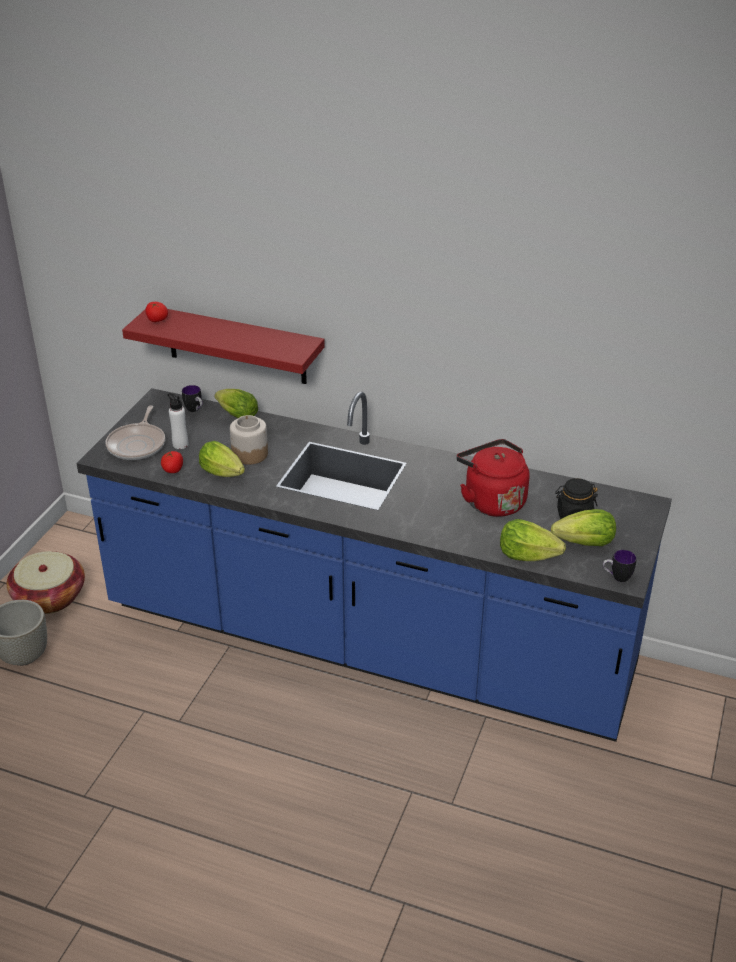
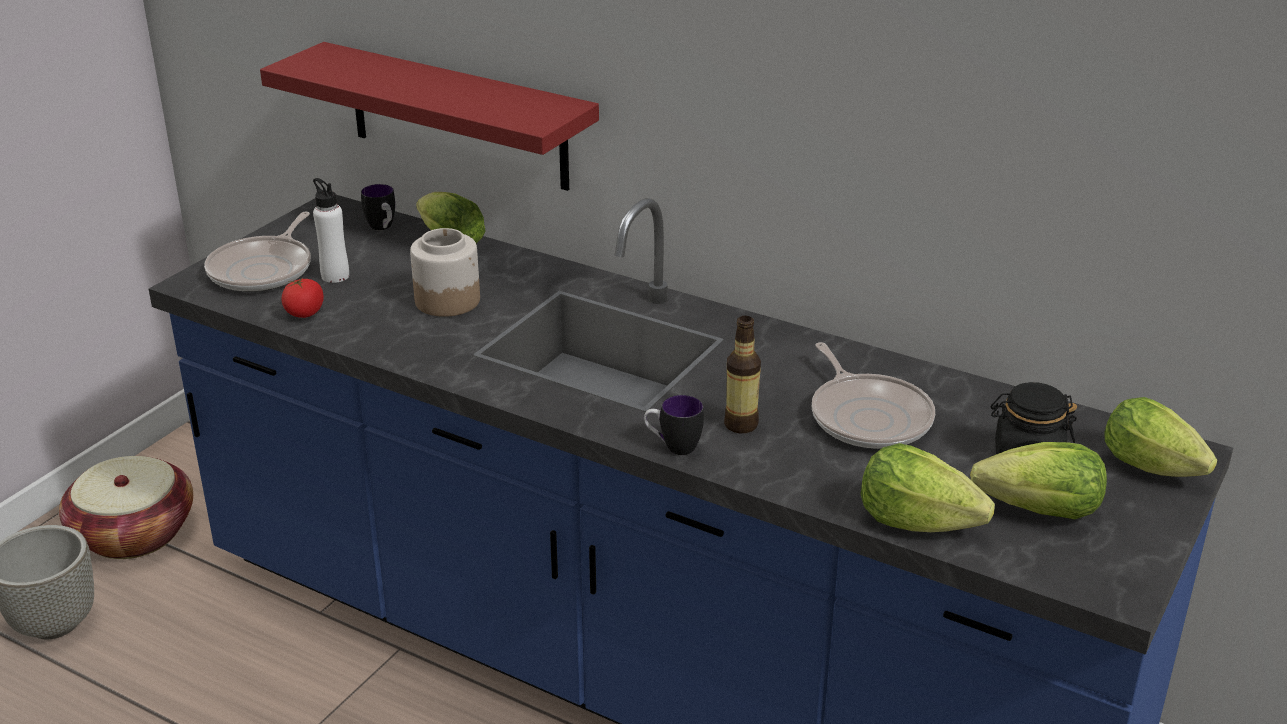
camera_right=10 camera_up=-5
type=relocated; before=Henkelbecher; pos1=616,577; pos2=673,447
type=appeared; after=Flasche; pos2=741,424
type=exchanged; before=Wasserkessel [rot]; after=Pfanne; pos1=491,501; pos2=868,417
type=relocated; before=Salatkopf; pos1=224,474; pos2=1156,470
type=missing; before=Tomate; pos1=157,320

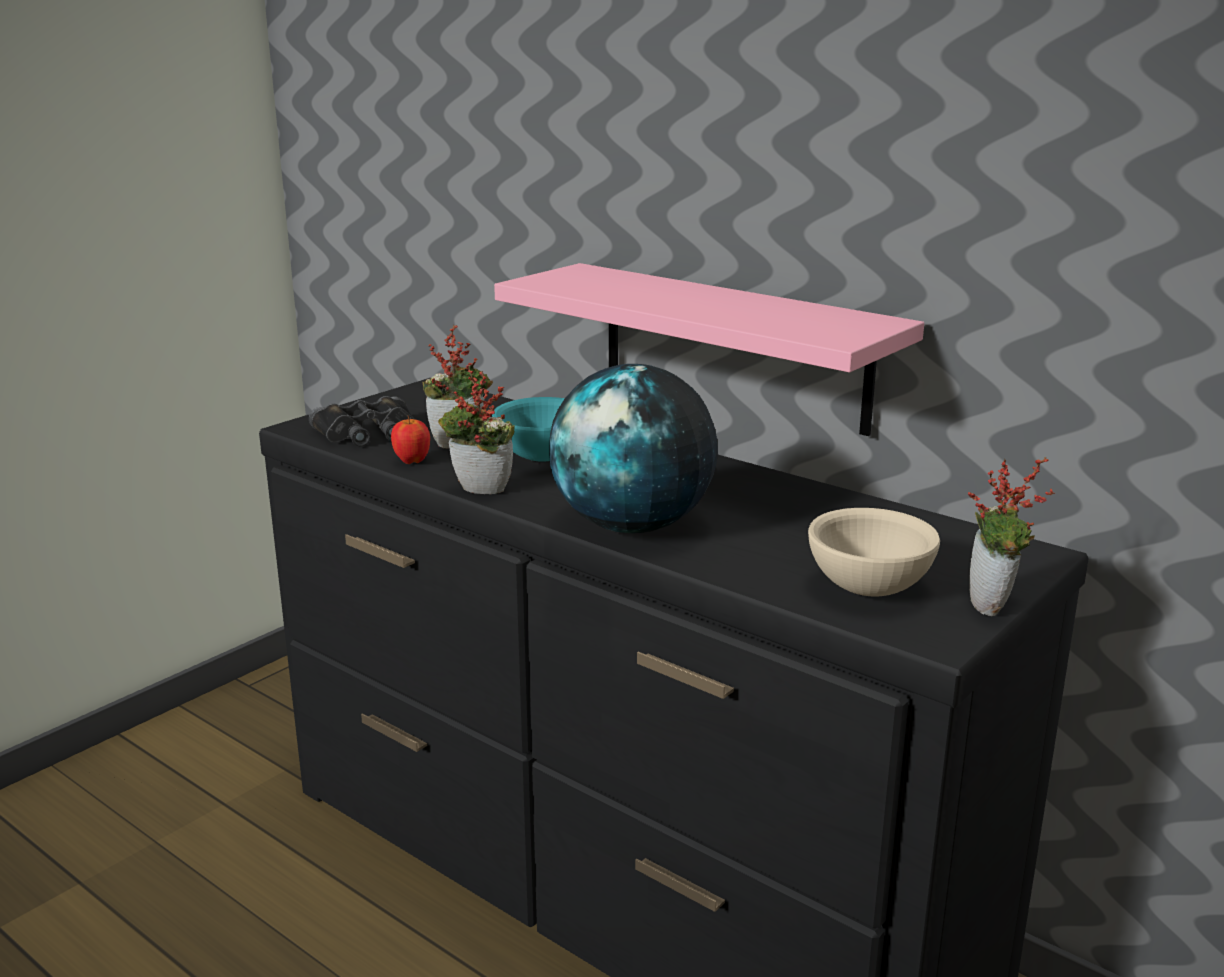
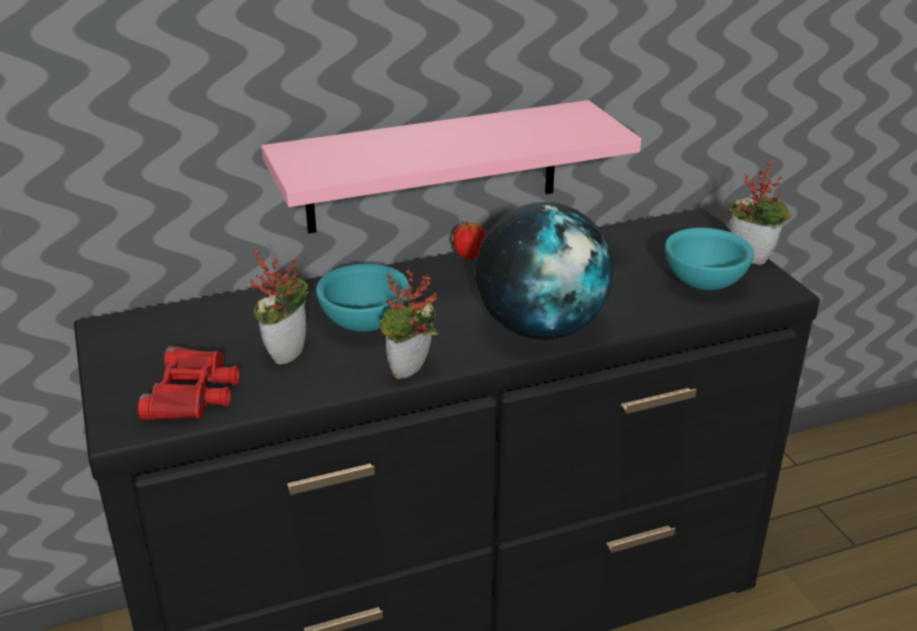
camera_right=-60 camera_up=10
type=colour; before=Fernglas [schwarz]; after=Fernglas [rot]; pos1=367,433; pos2=194,393
type=relocated; before=Apfel; pos1=412,461; pos2=469,256
type=colour; before=Schüssel [beige]; after=Schüssel [türkis]; pos1=870,587; pos2=703,283

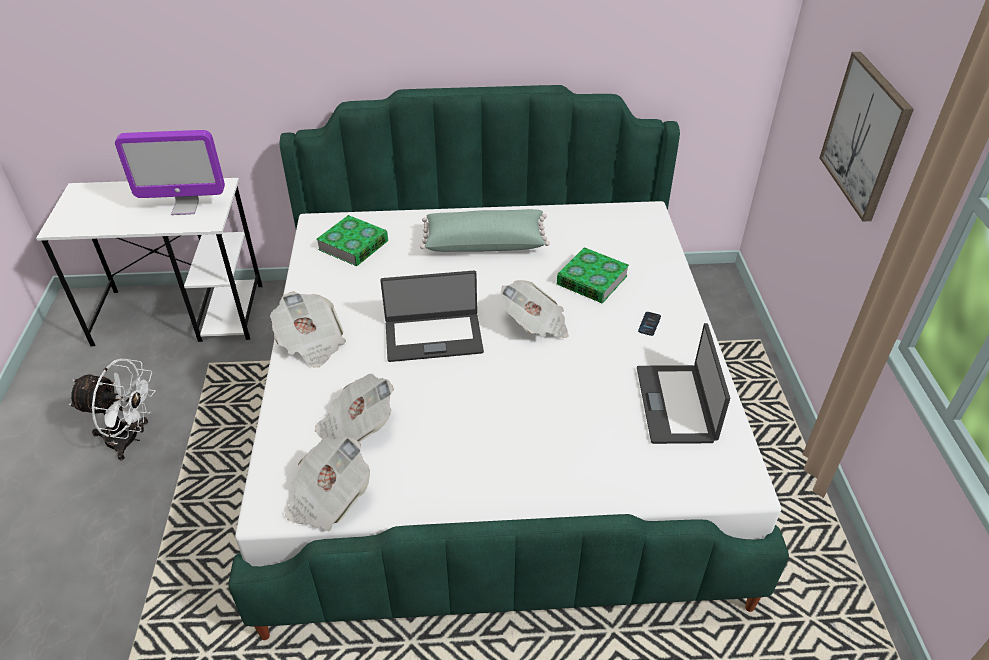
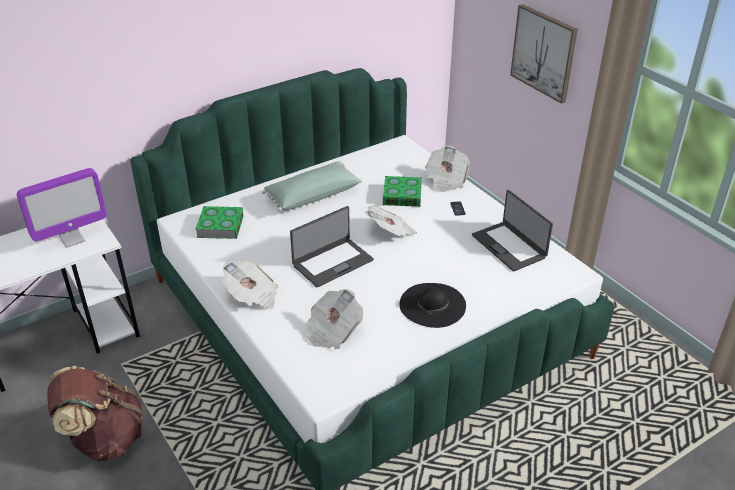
camera_right=-30 camera_up=-5
type=exchanged; before=Ventilator [weiß]; after=Rucksack [braun]; pos1=130,439; pos2=104,439
type=appeared; after=Hut [schwarz]; pos2=432,305
type=relocated; before=Zeitung; pos1=328,498; pos2=446,180

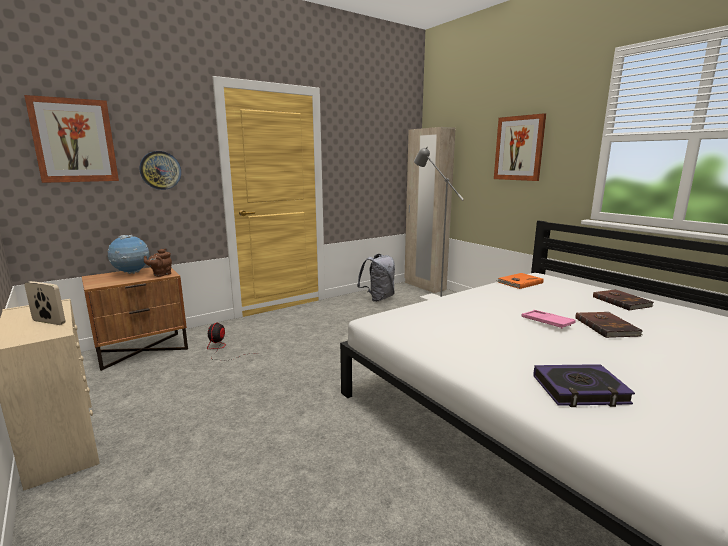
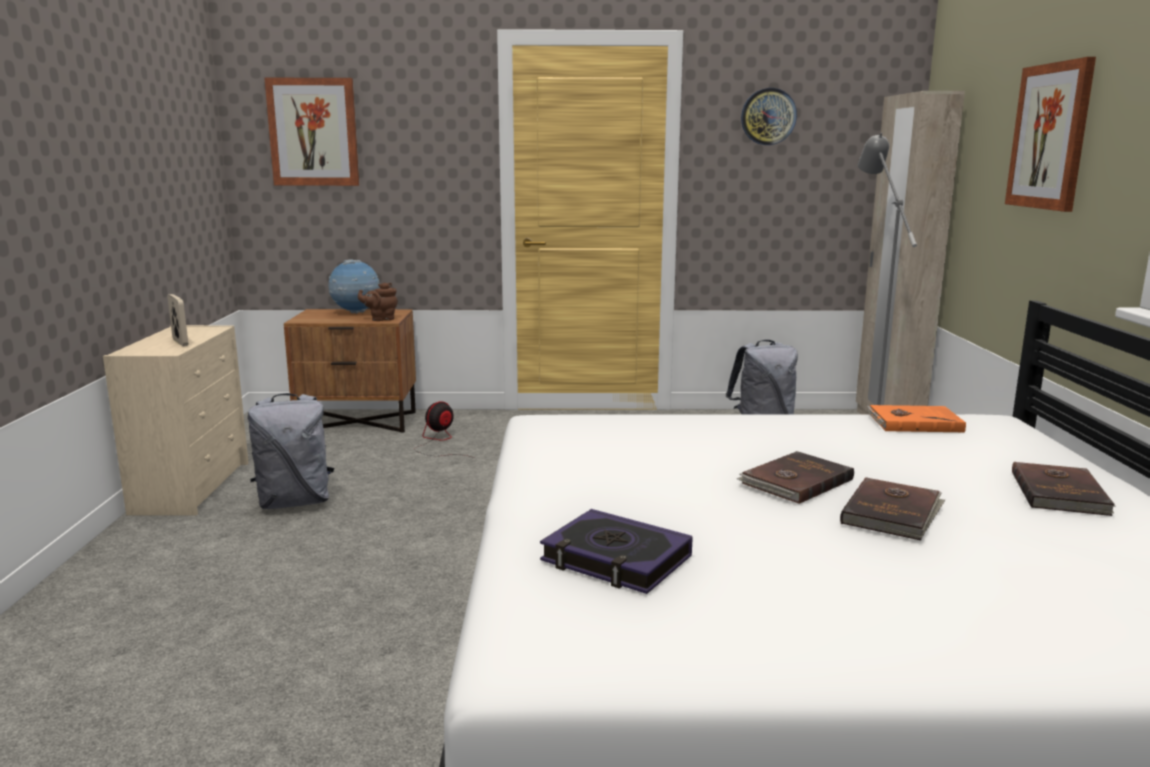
camera_right=35 camera_up=0
type=appeared; after=Rucksack [grau]; pos2=295,502
type=exchanged; before=Tablett [rosa]; after=Buch [braun]; pos1=547,322; pos2=795,481
type=relocated; before=Wanduhr; pos1=160,170; pos2=768,116

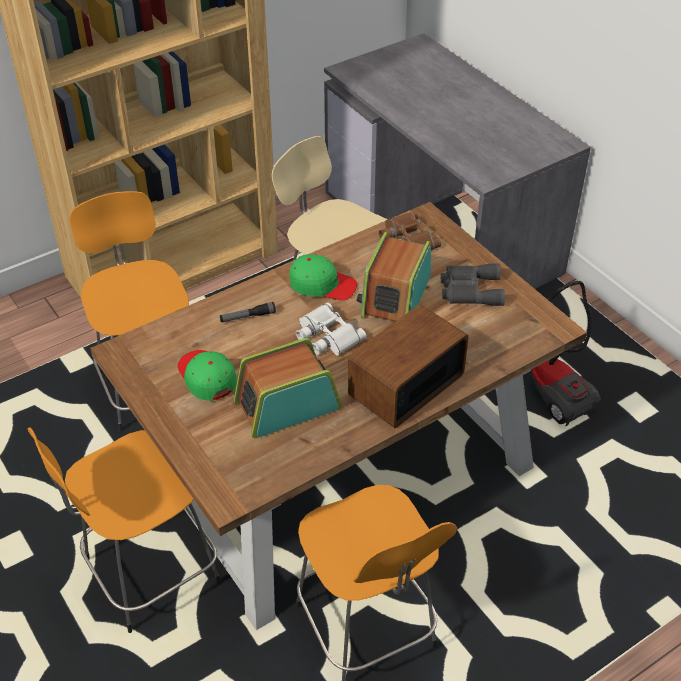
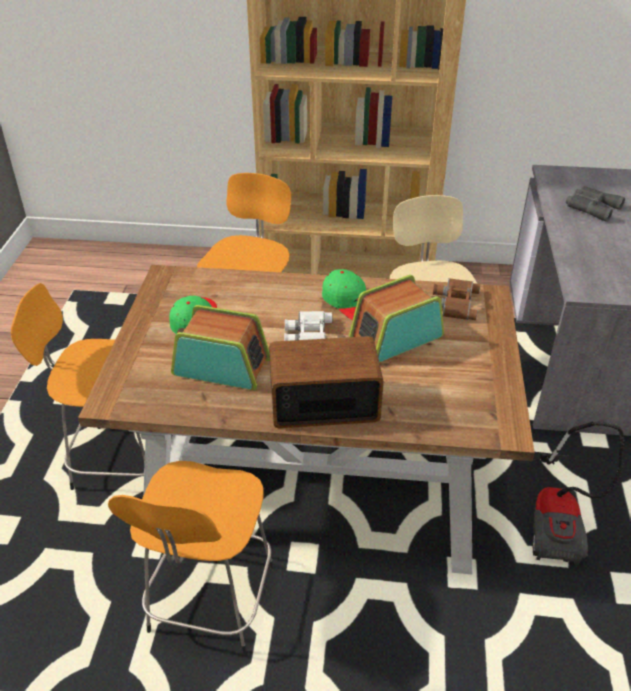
camera_right=40 camera_up=-5
type=relocated; before=Fernglas [grau]; pos1=469,290; pos2=591,207
type=missing; before=Taschenlampe; pos1=247,317

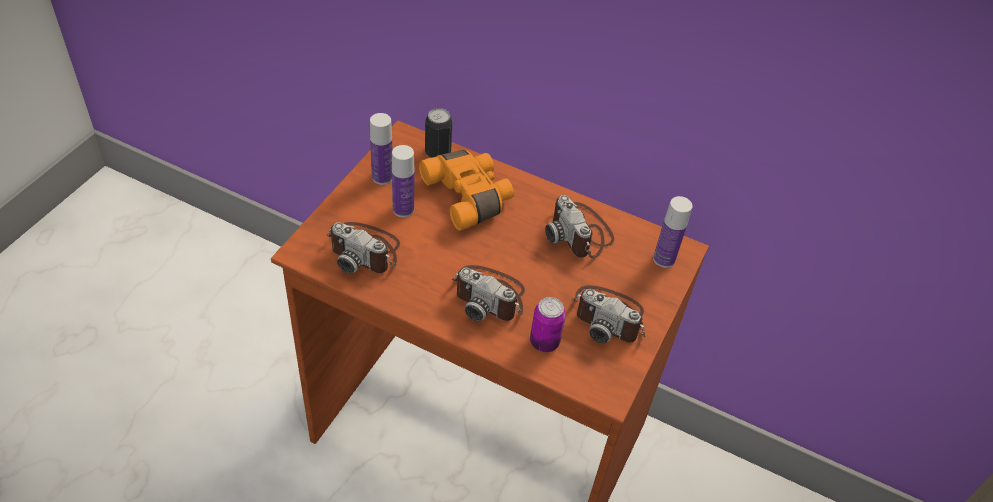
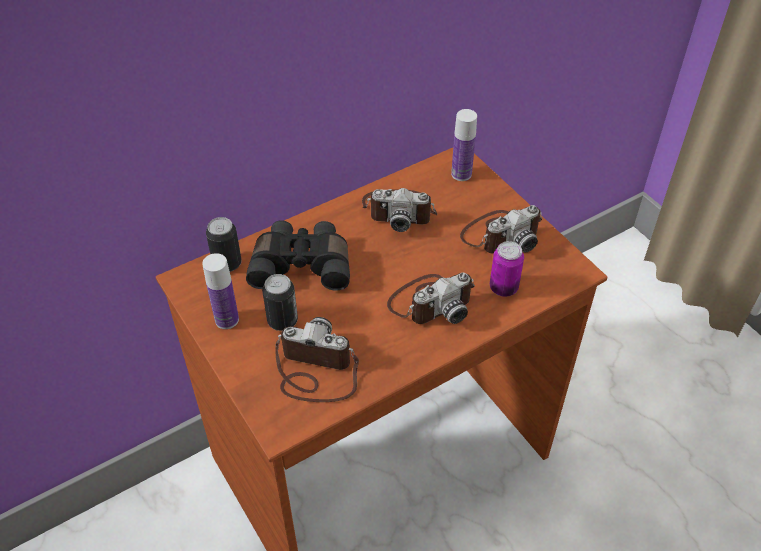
camera_right=-55 camera_up=0
type=colour; before=Fernglas [orange]; after=Fernglas [schwarz]; pos1=469,196; pos2=302,264
type=exchanged; before=Flasche; after=Dose; pos1=403,209; pos2=282,321
type=spun; before=Kamera; pos1=365,250; pos2=315,372; turn=-135

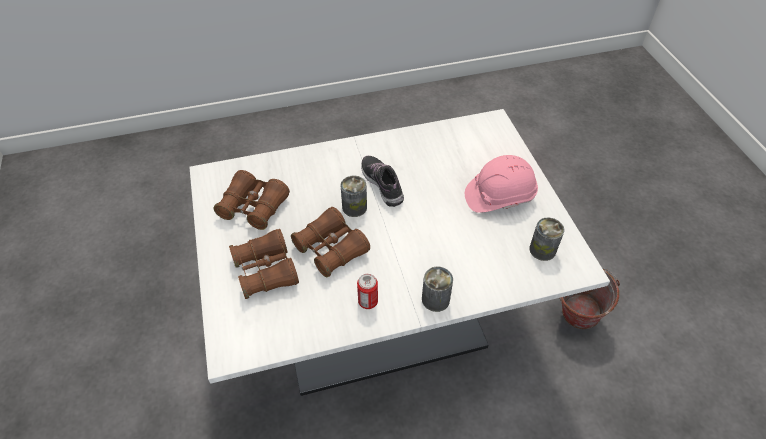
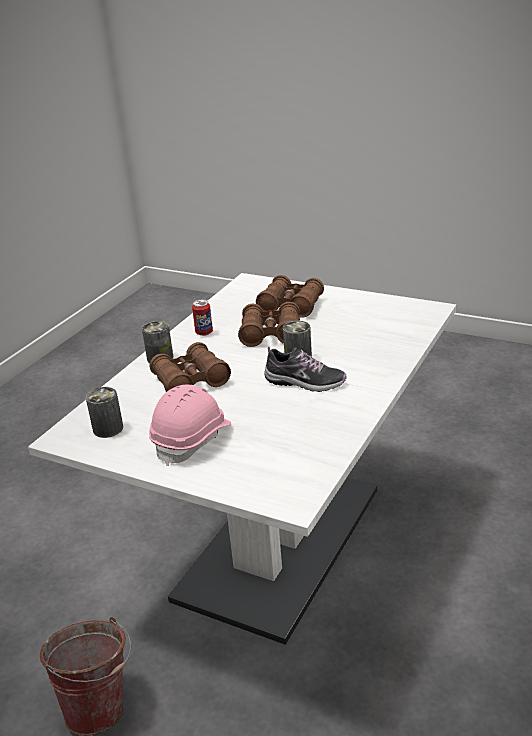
camera_right=135 camera_up=-20
type=relocated; before=Fernglas [braun]; pos1=253,207; pos2=190,381

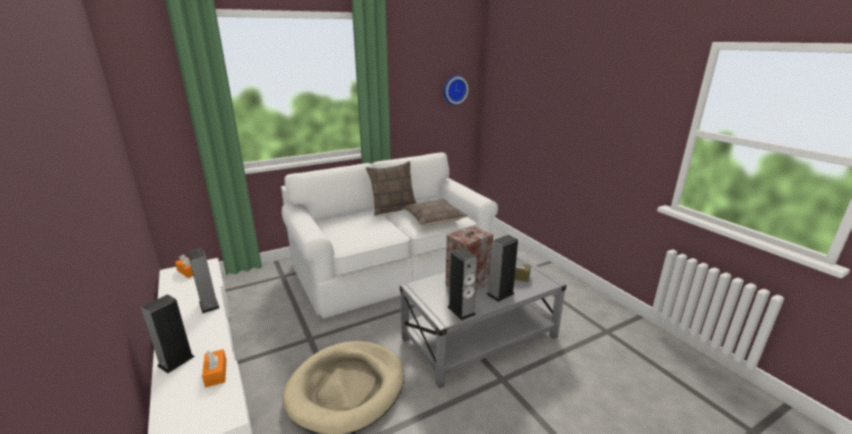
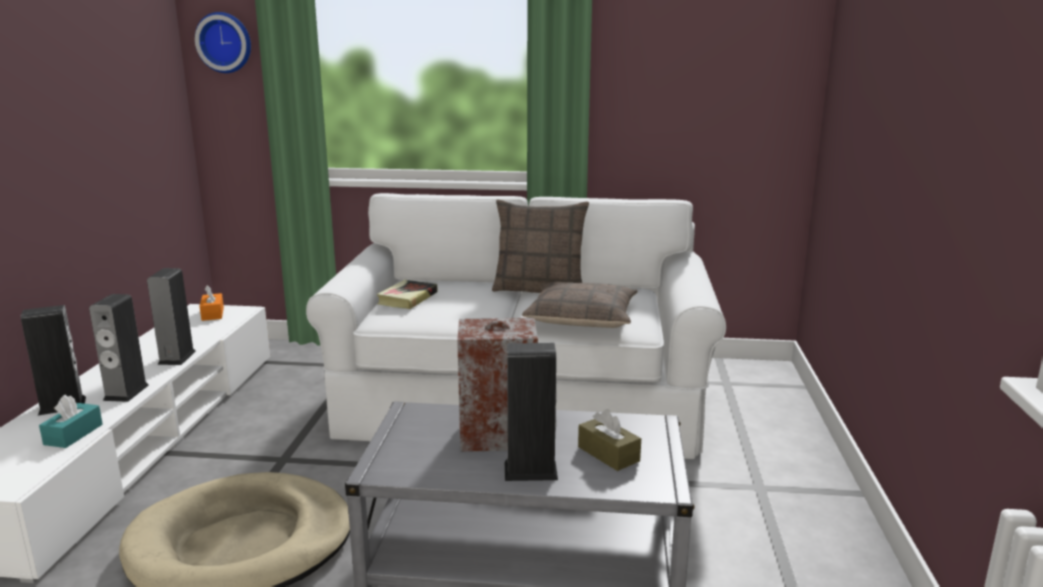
camera_right=35 camera_up=-5
type=colour; before=Taschentuchbox [orange]; after=Taschentuchbox [türkis]; pos1=216,373; pos2=73,434
type=relocated; before=Lautsprecher; pos1=461,310; pos2=126,392
type=relocated; before=Wanduhr; pos1=454,90; pos2=225,42
type=appeared; after=Buch; pos2=407,298

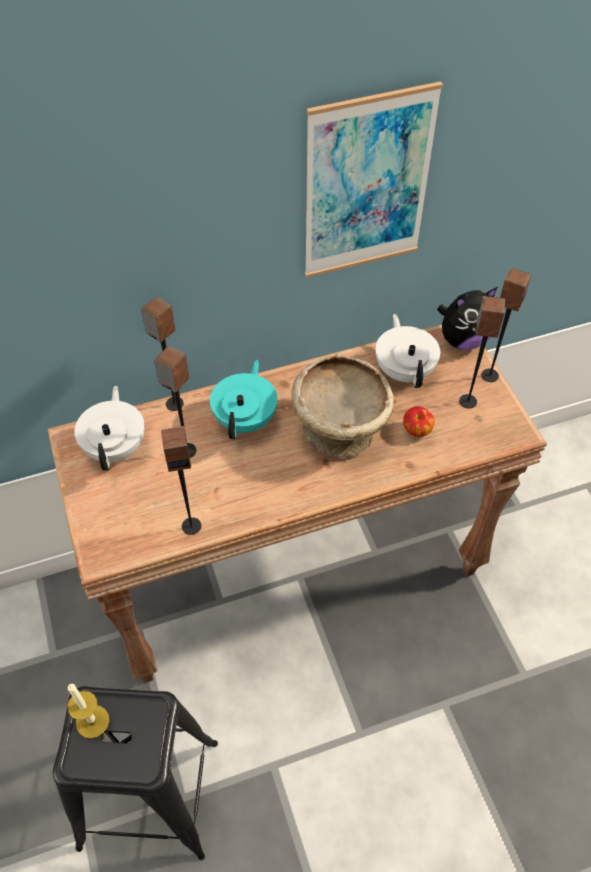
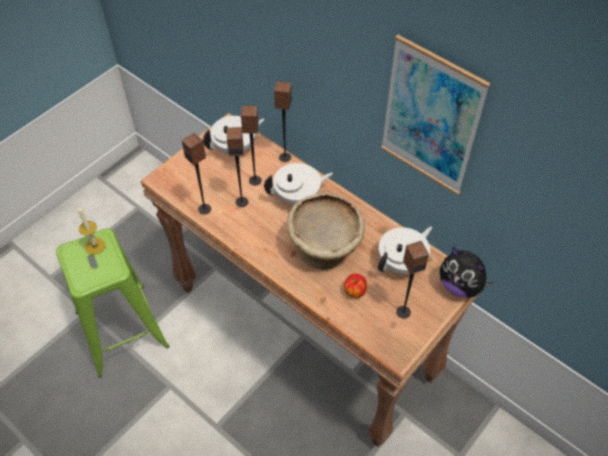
camera_right=60 camera_up=0
type=colour; before=Hocker [schwarz]; after=Hocker [grün]; pos1=150,794; pos2=122,330
type=relocated; before=Lautsprecher; pos1=489,375; pos2=242,202
type=colour; before=Teekanne [türkis]; after=Teekanne [weiß]; pos1=246,419; pos2=298,197

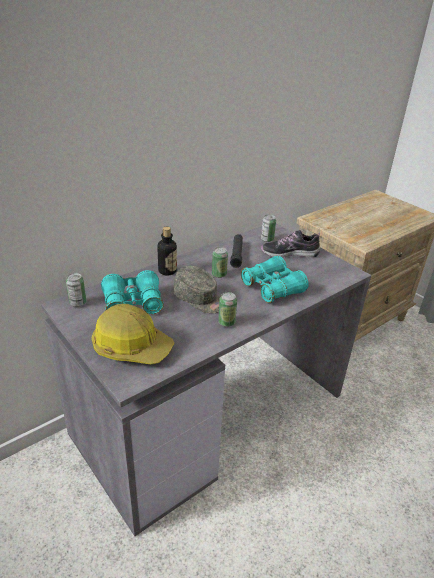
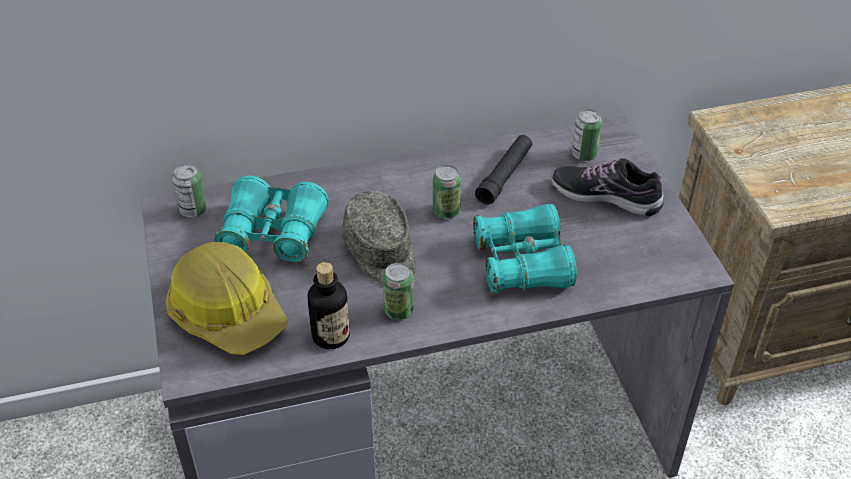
camera_right=25 camera_up=10
type=relocated; before=Flasche; pos1=167,271; pos2=331,336

